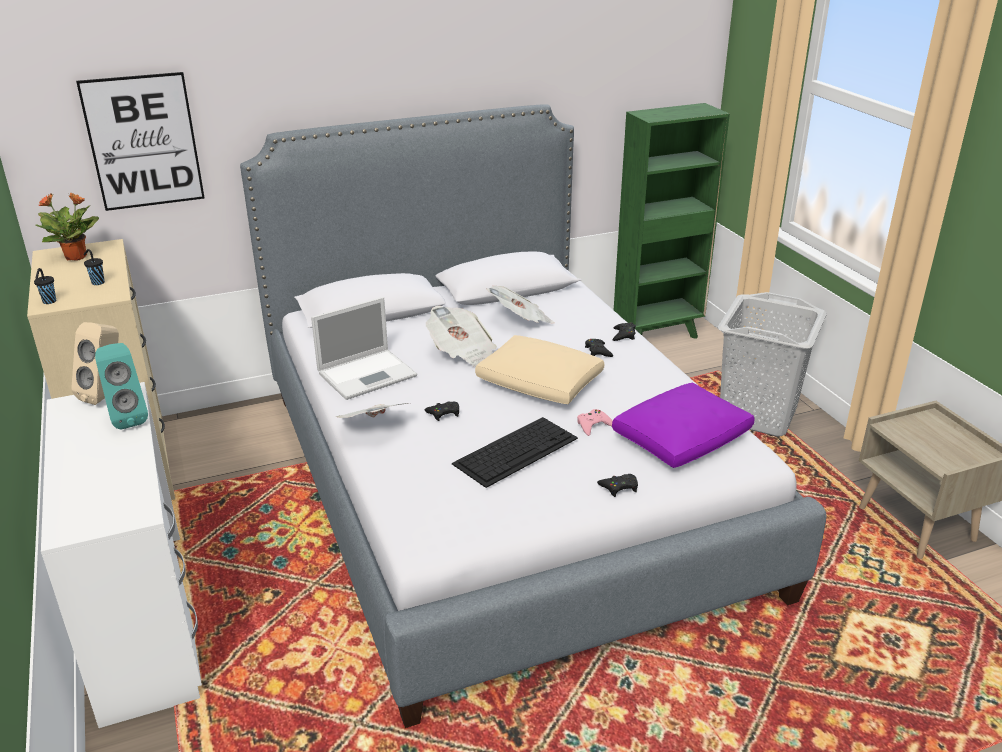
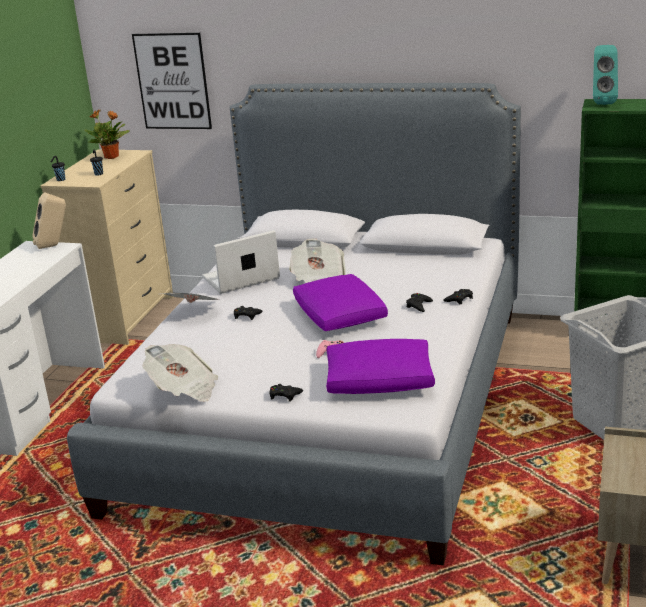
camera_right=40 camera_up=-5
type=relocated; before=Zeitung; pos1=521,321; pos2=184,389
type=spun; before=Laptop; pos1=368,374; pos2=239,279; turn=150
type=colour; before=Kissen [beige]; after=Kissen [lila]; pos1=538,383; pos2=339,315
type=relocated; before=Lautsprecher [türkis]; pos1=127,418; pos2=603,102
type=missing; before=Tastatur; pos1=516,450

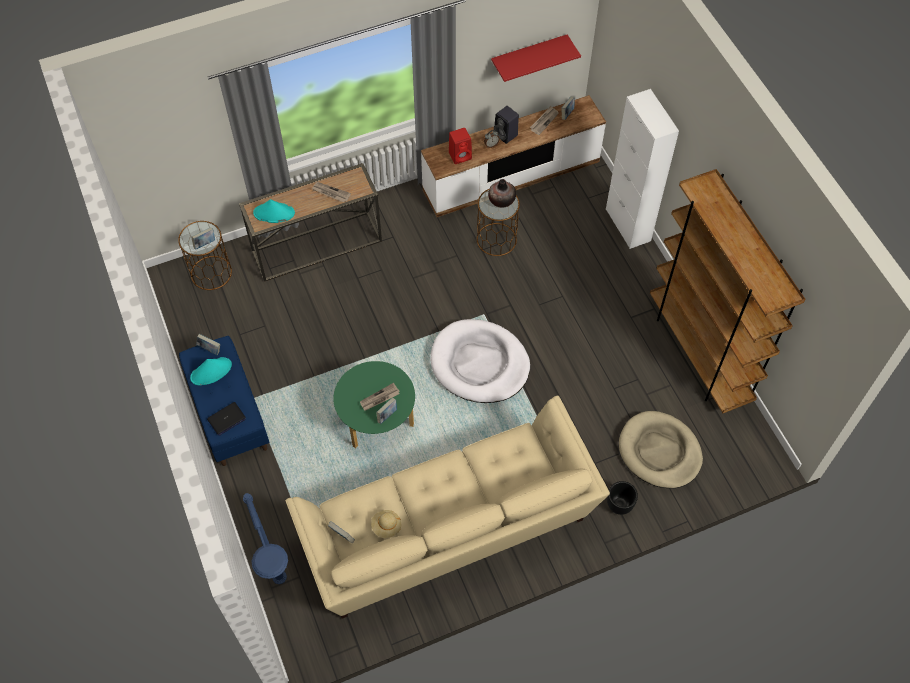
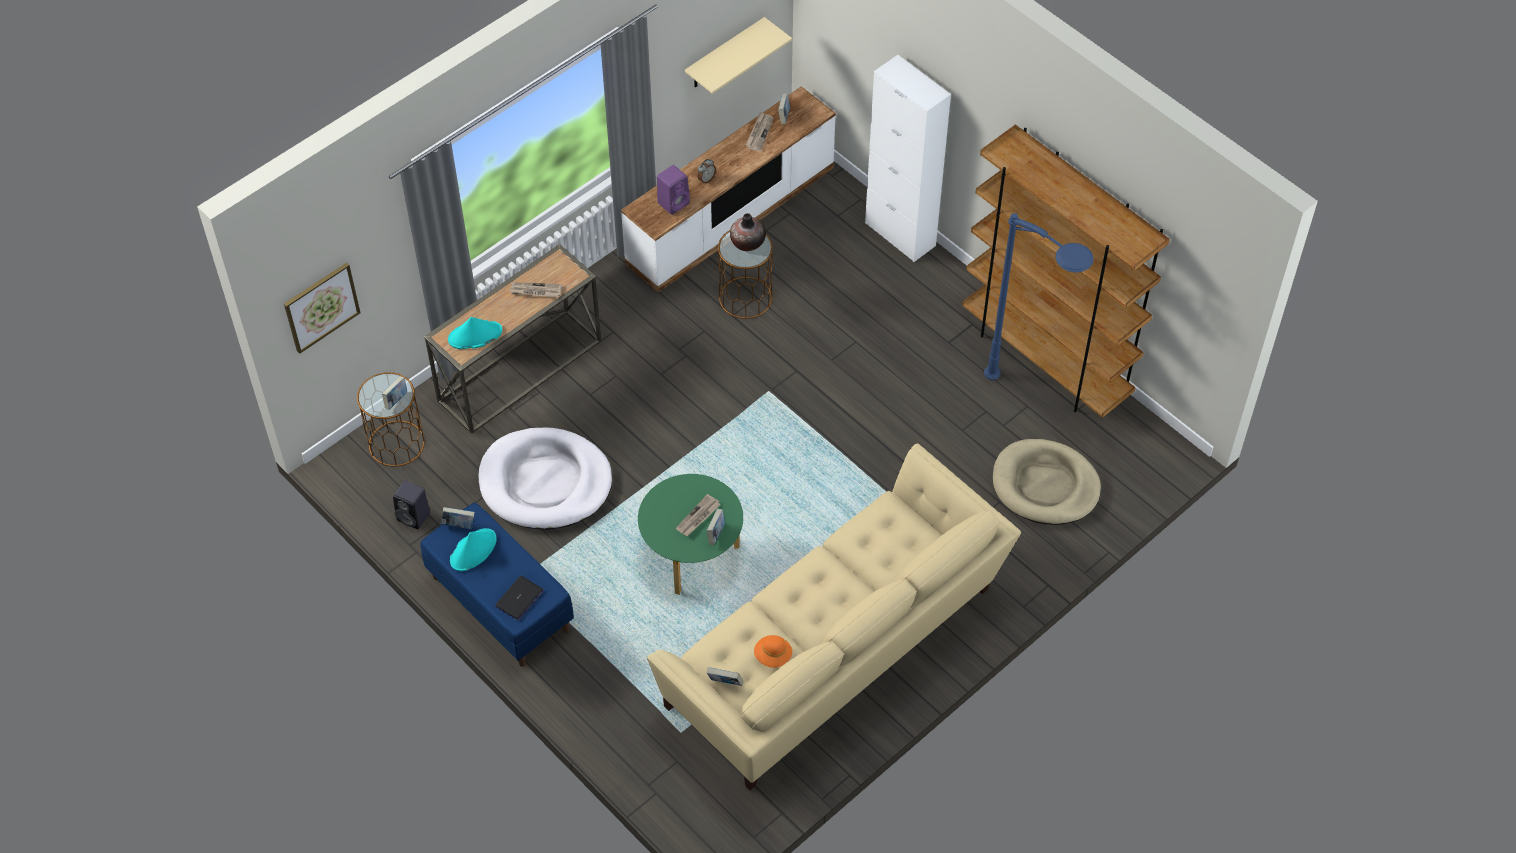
camera_right=-20 camera_up=-5
type=appeared; after=Bild; pos2=321,307
type=relocated; before=Lautsprecher [schwarz]; pos1=506,135; pos2=414,516
type=relocated; before=Hundebett [weiß]; pos1=479,364; pos2=545,482
type=colour; before=Lautsprecher [rot]; after=Lautsprecher [lila]; pos1=460,155; pos2=674,202
type=colour; before=Wandregal [rot]; after=Wandregal [beige]; pos1=528,55; pos2=725,54
type=colour; before=Hut [beige]; after=Hut [orange]; pos1=386,526; pos2=773,656
type=relocated; before=Stehlampe [blau]; pos1=294,618; pos2=1030,404
type=missing; before=Pflanzkübel [schwarz]; pos1=619,505

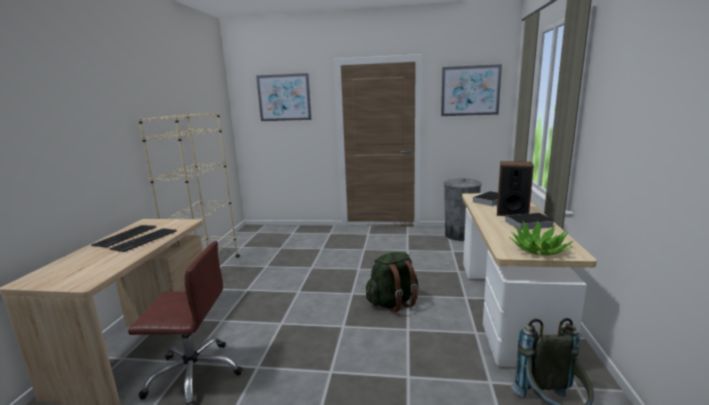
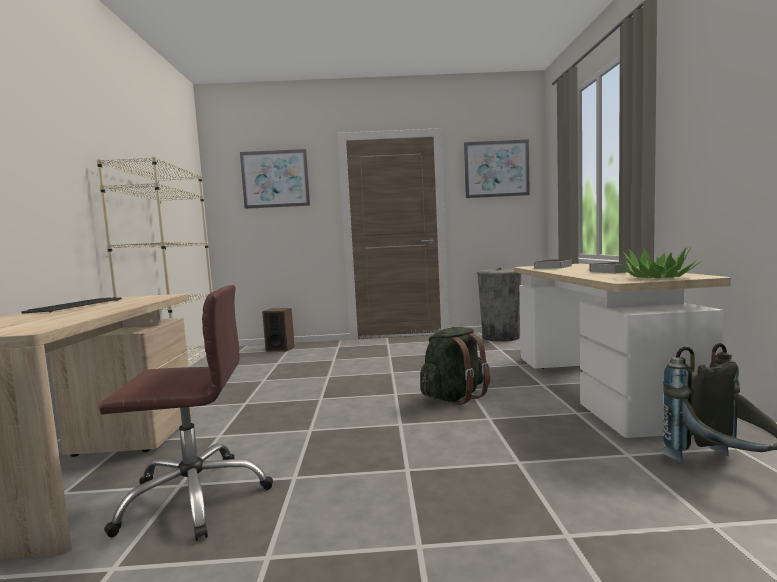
camera_right=-10 camera_up=-10
type=relocated; before=Lautsprecher; pos1=512,213; pos2=280,349
type=missing; before=Tastatur; pos1=145,240

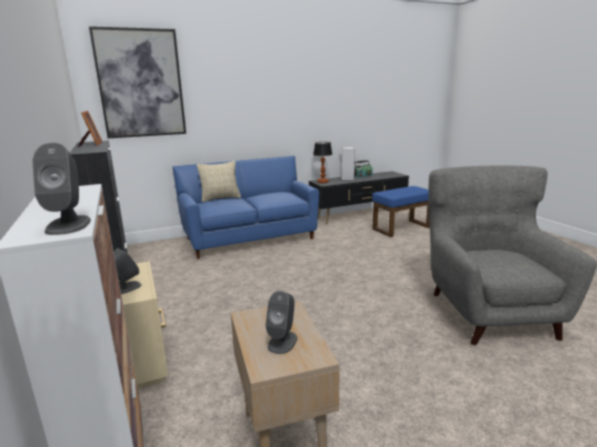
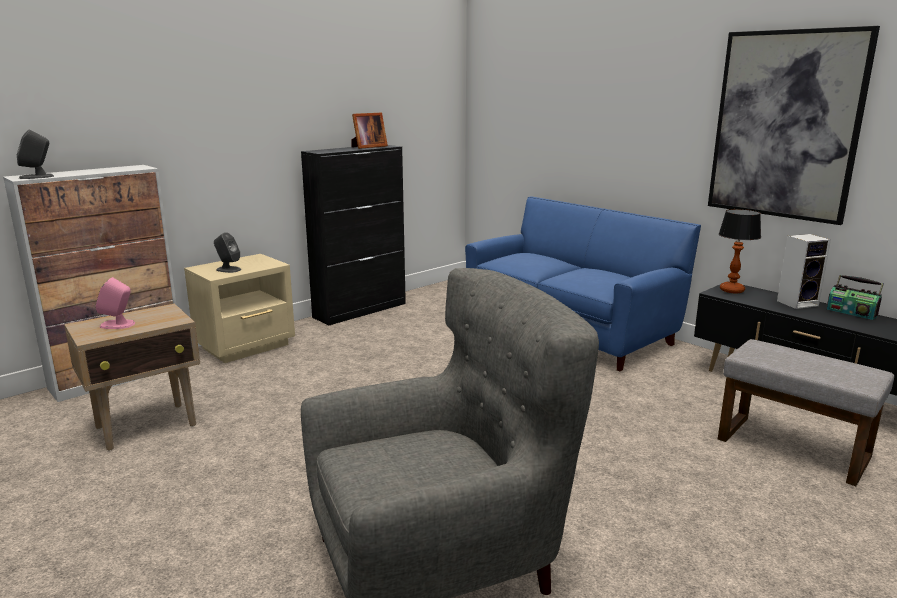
camera_right=70 camera_up=0
type=colour; before=Lautsprecher [grau]; after=Lautsprecher [rosa]; pos1=282,342; pos2=118,325
type=relocated; before=Bild; pos1=141,84; pos2=785,125
type=colour; before=Polsterhocker [blau]; after=Polsterhocker [grau]; pos1=401,228; pos2=794,448
type=missing; before=Kissen [beige]; pos1=220,198

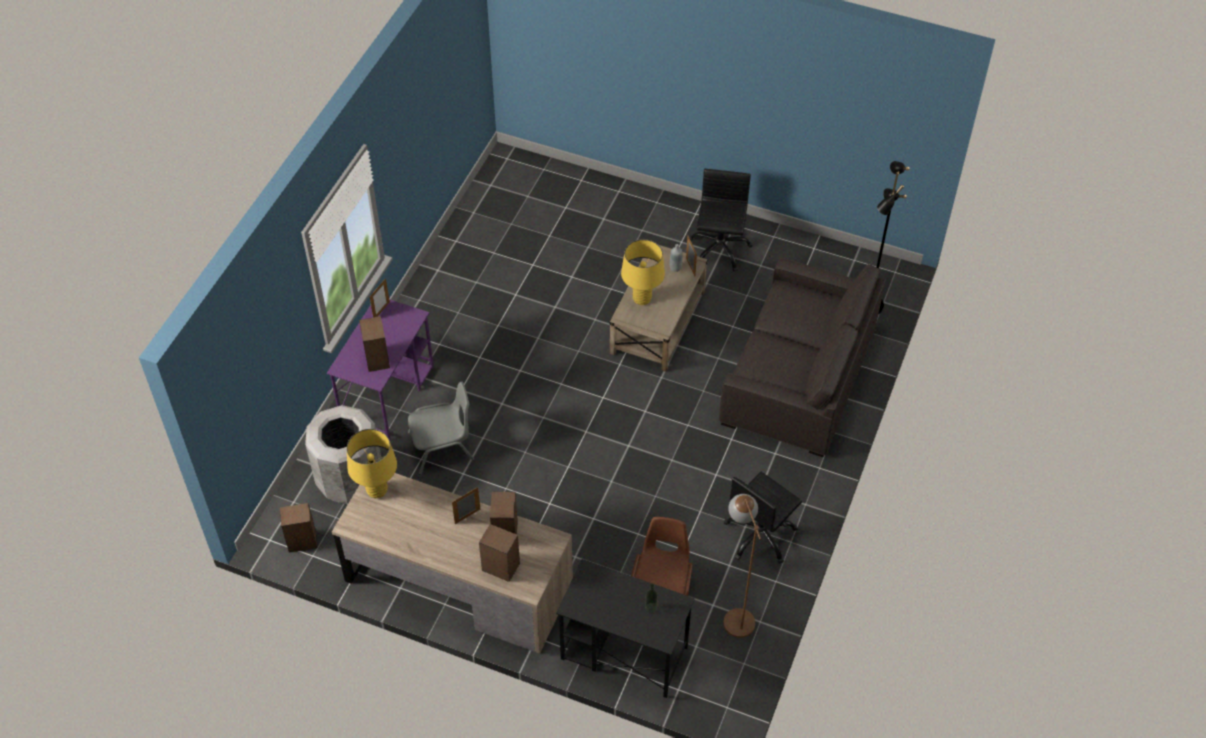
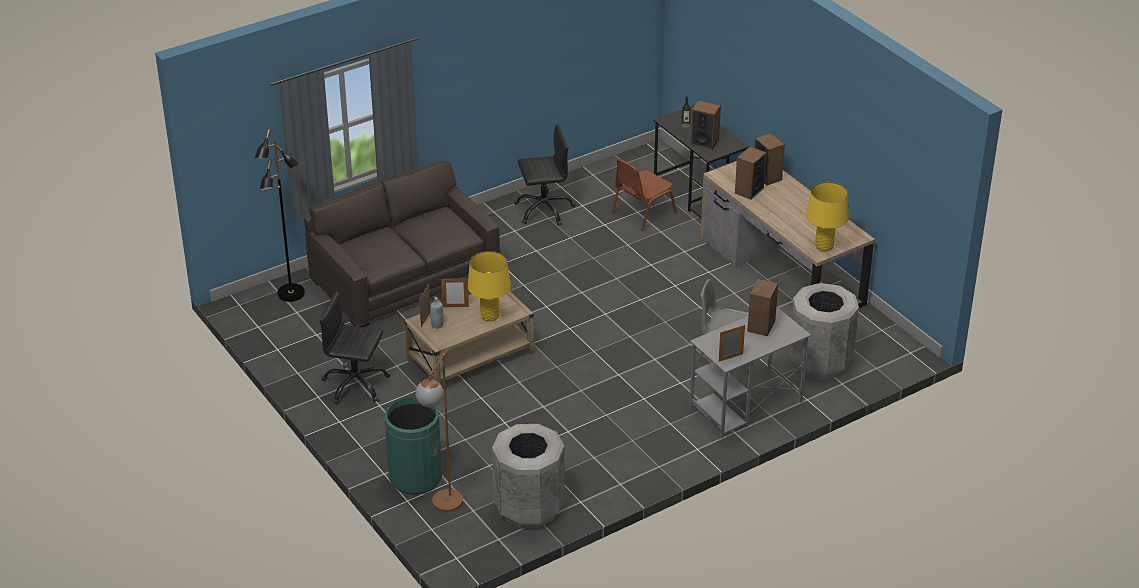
camera_right=-145 camera_up=-15
type=spun; before=Bürostuhl [schwarz]; pos1=718,249; pos2=355,385; turn=60
type=appeared; after=Mülleimer [grün]; pos2=415,477
type=relocated; before=Stehlampe [braun]; pos1=735,613; pos2=443,508
type=relocated; before=Bilderrahmen; pos1=467,516; pos2=455,306
type=appeared; after=Mülleimer [grau]; pos2=528,508
type=relocated; before=Lautsprecher; pos1=302,541; pos2=704,142
type=colour; before=Schreibtisch [lila]; after=Schreibtisch [grau]; pos1=388,395; pos2=745,405

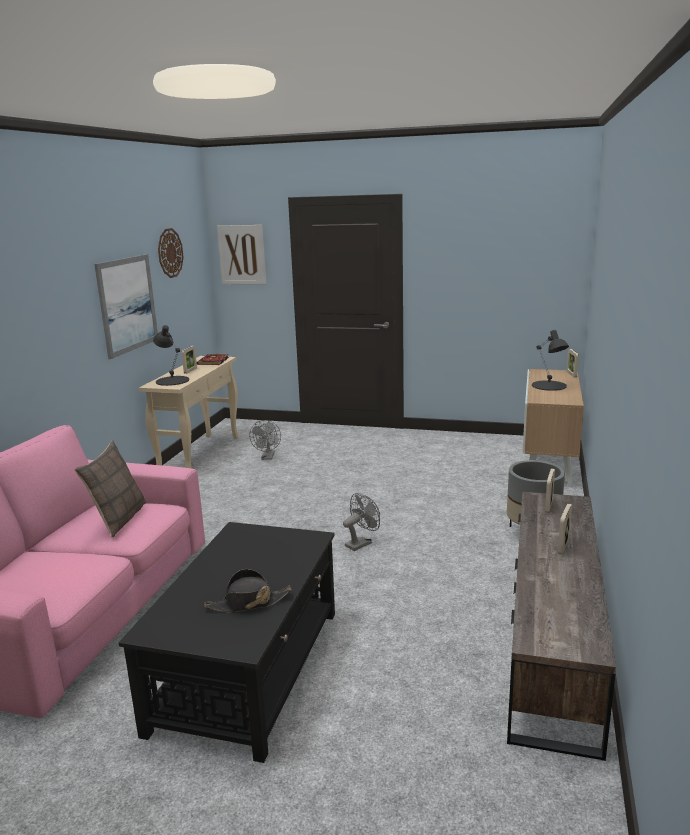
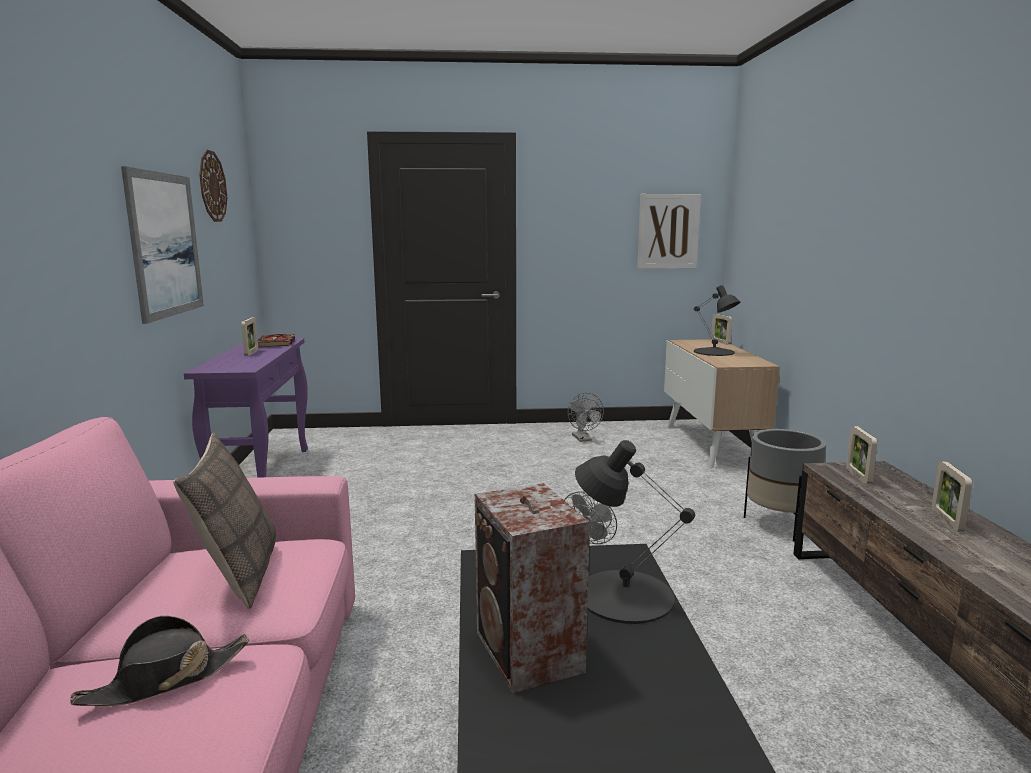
camera_right=-20 camera_up=-5
type=relocated; before=Hut [schwarz]; pos1=248,603; pos2=165,679
type=colour; before=Konsolentisch [beige]; after=Konsolentisch [lila]; pos1=200,455; pos2=263,476
type=appeared; after=Lautsprecher; pos2=528,655
type=relocated; before=Ventilator [grau]; pos1=267,457; pos2=583,439
type=relocated; before=Tischlampe [schwarz]; pos1=172,380; pos2=624,595
type=relocated; before=Bild; pos1=242,254; pos2=668,231

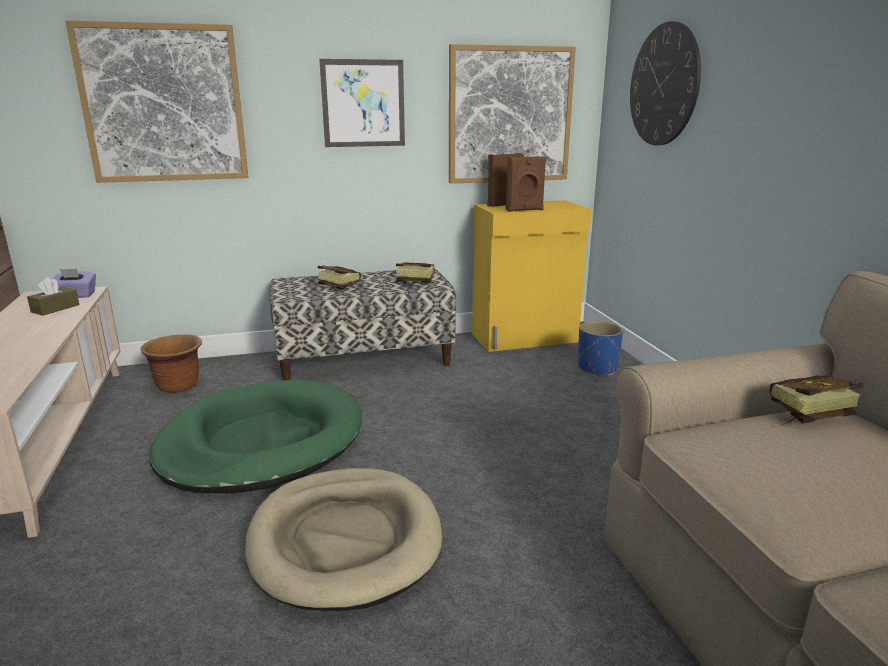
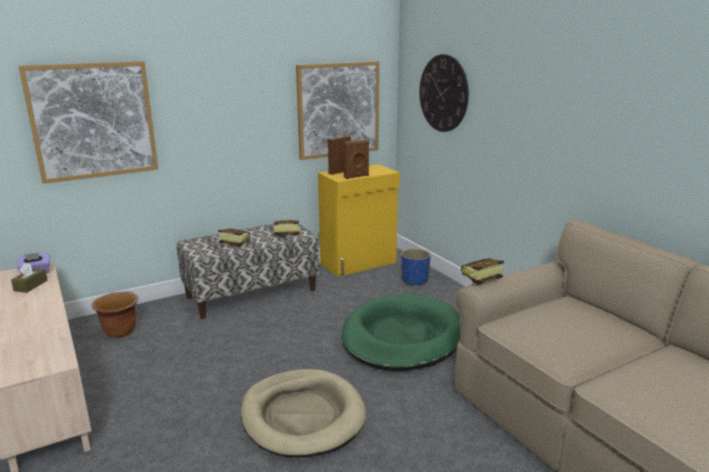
camera_right=-15 camera_up=0
type=relocated; before=Hundebett [grün]; pos1=262,442; pos2=402,337
type=relocated; before=Buch; pos1=803,415; pos2=478,280
type=missing; before=Bild; pos1=363,103

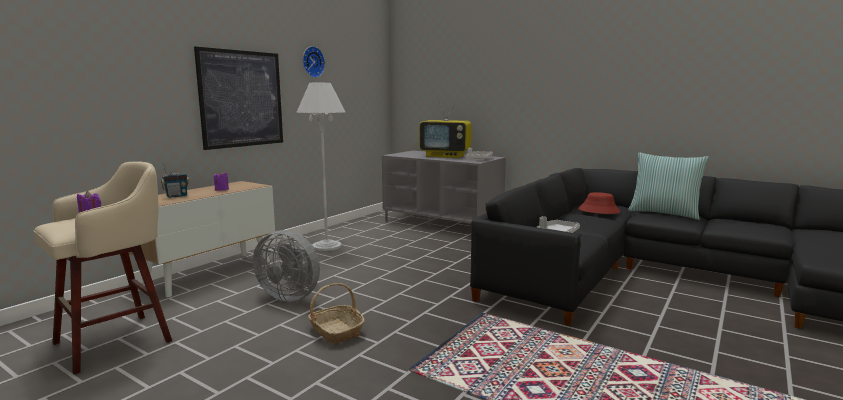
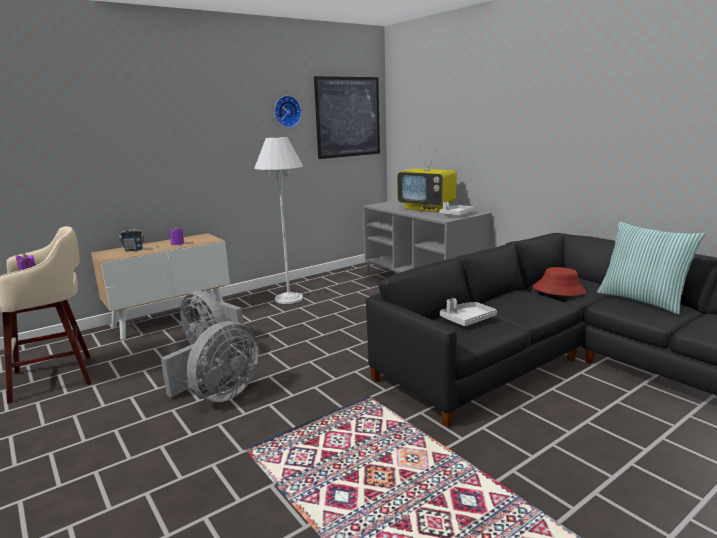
camera_right=20 camera_up=5
type=exchanged; before=Korb; after=Ventilator [grau]; pos1=335,331; pos2=219,395
type=relocated; before=Bild; pos1=242,99; pos2=348,117

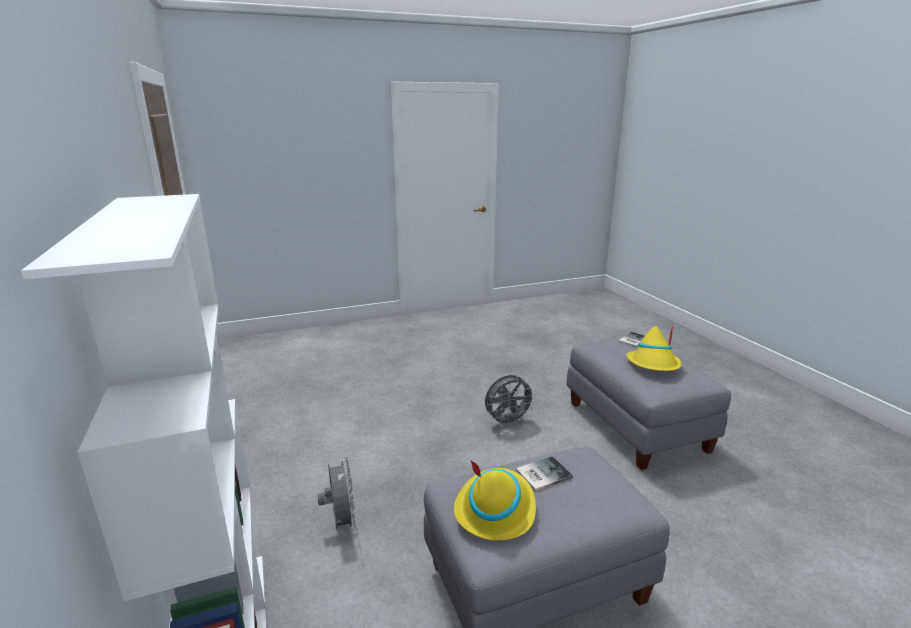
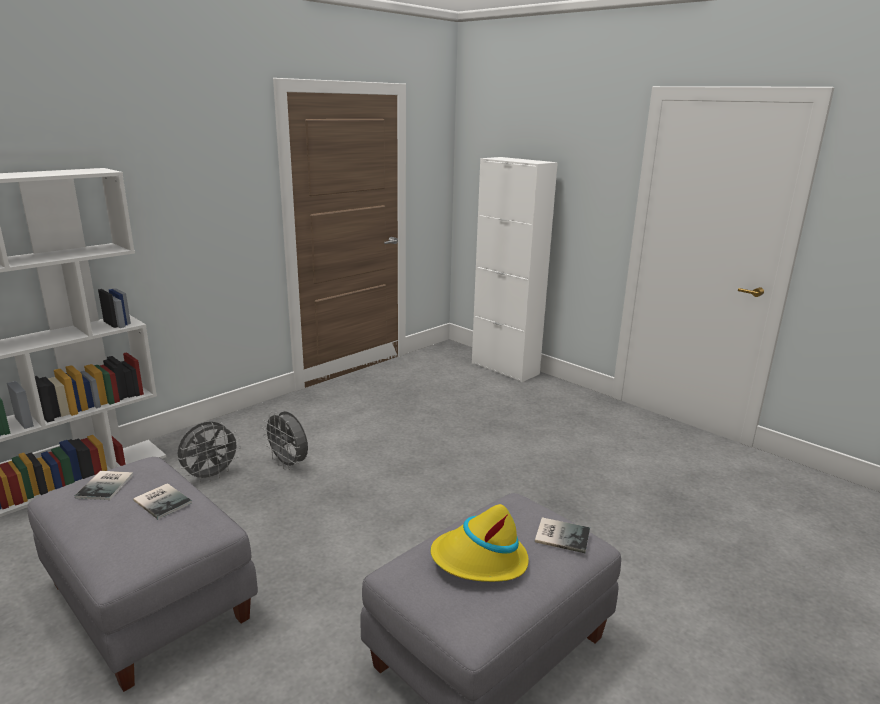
camera_right=65 camera_up=0
type=exchanged; before=Hut [gelb]; after=Buch; pos1=495,509; pos2=107,485
type=relocated; before=Ventilator [grau]; pos1=507,422; pos2=289,464
type=appeared; after=Schrank [weiß]; pos2=505,368

